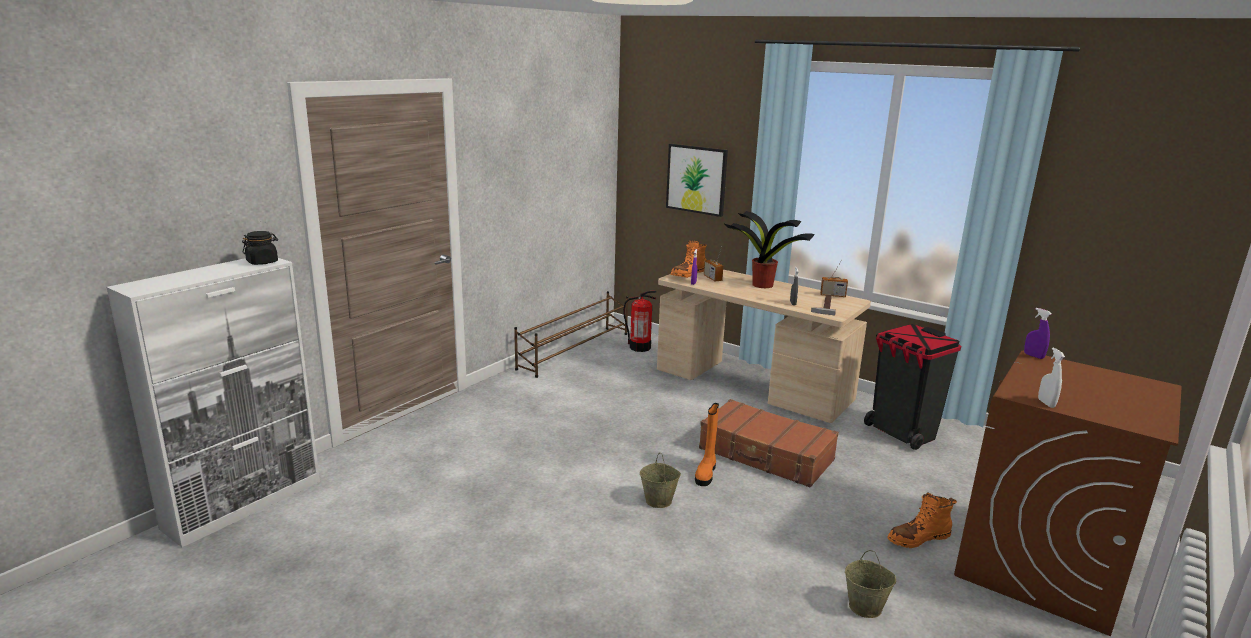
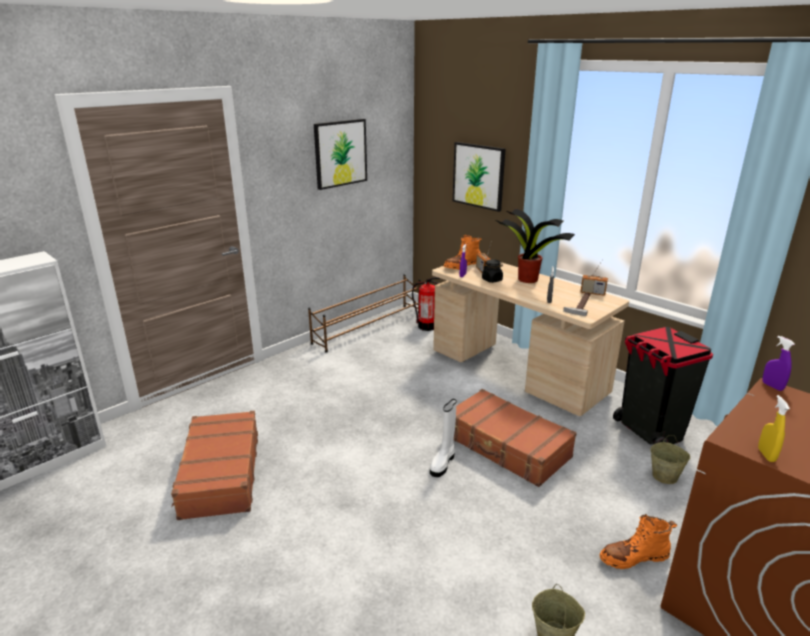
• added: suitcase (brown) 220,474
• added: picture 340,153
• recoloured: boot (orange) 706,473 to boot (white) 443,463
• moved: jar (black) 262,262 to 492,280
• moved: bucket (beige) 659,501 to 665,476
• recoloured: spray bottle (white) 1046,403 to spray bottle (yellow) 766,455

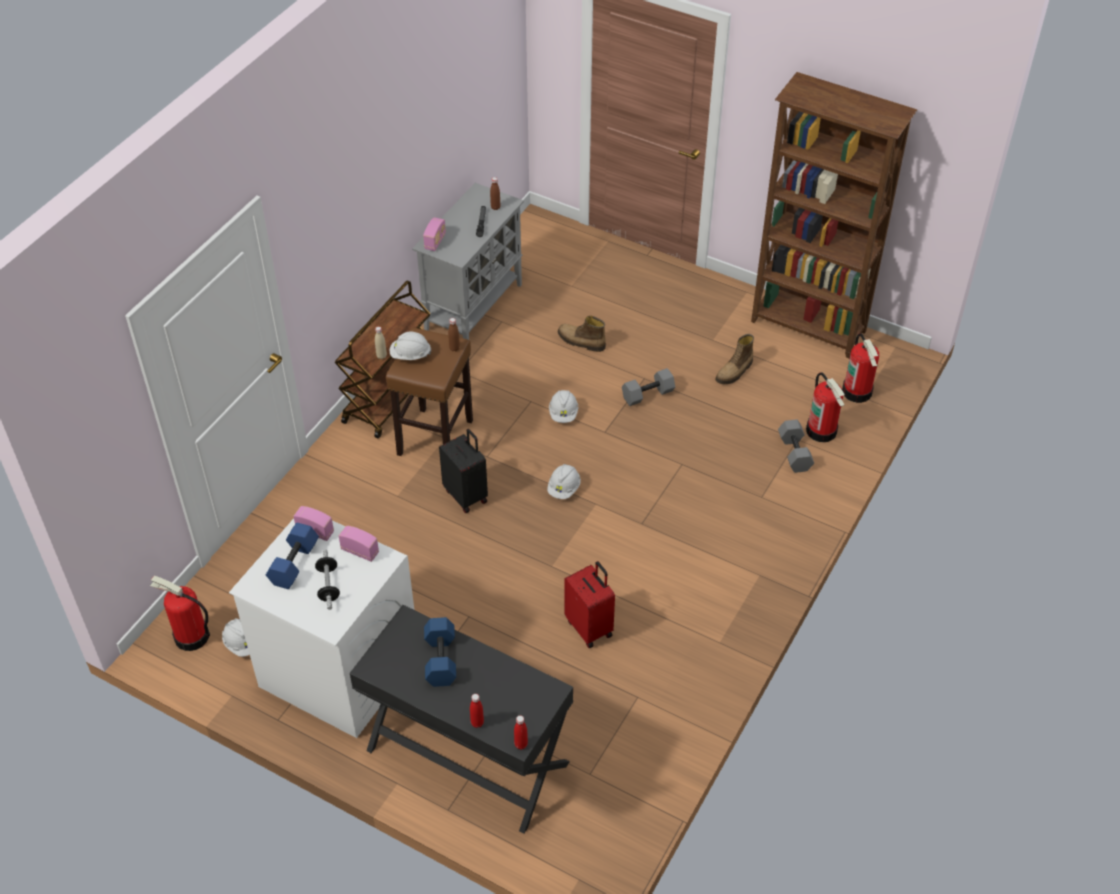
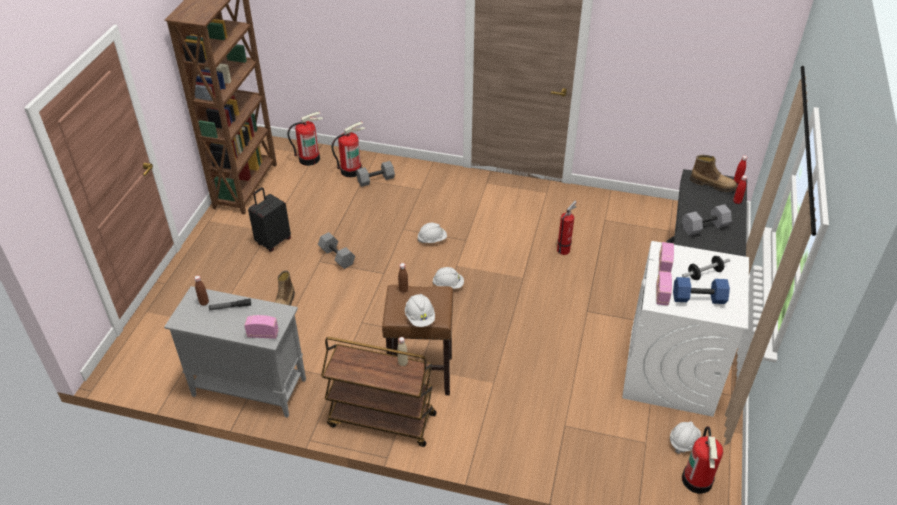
• moved: suitcase (black) 466,495 to 273,241
• moved: hard hat (white) 563,413 to 432,239
• replaced: suitcase (red) 590,627 to fire extinguisher 564,249
• recoloured: dumbbell (blue) 439,659 to dumbbell (grey) 704,227
• moved: boot 735,372 to 712,184

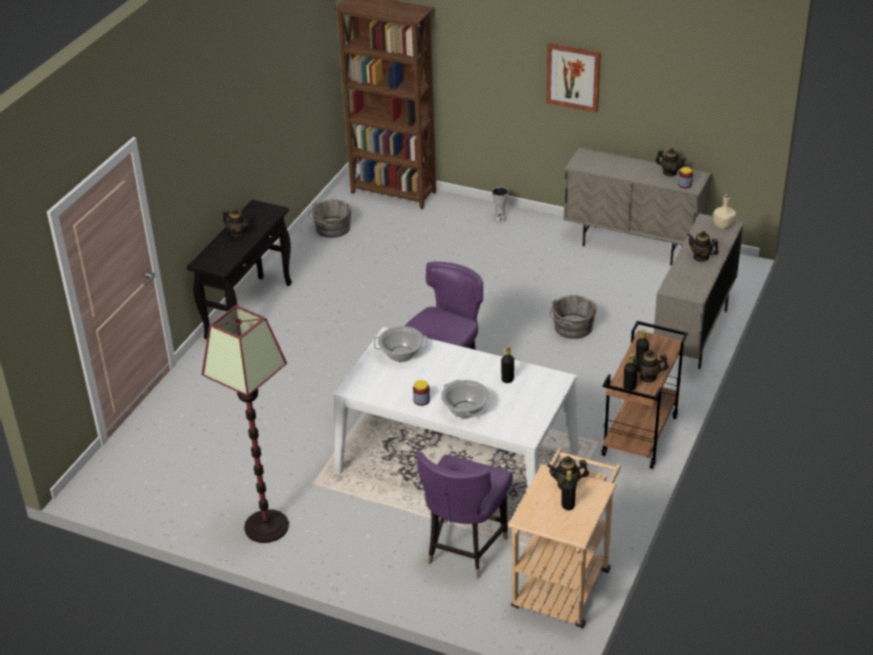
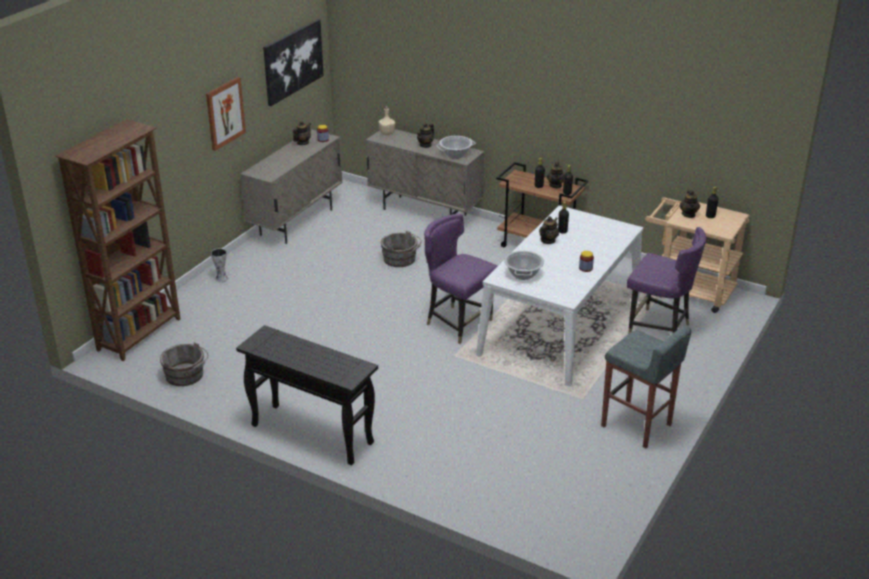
• added: picture 293,61
• moved: cooking pot 465,409 to 455,154
• moved: teapot 238,233 to 548,241
• replaced: floor lamp 266,527 to stool (grey) 636,426

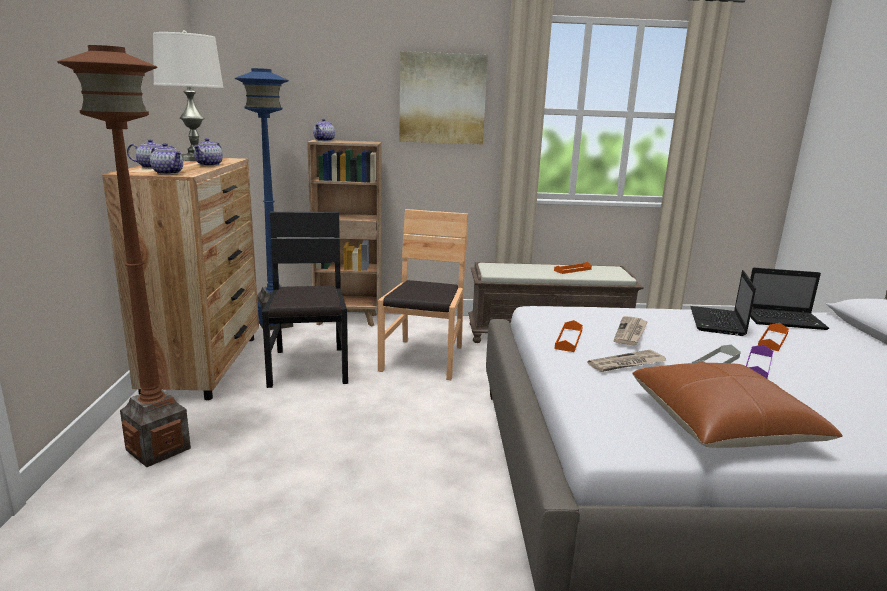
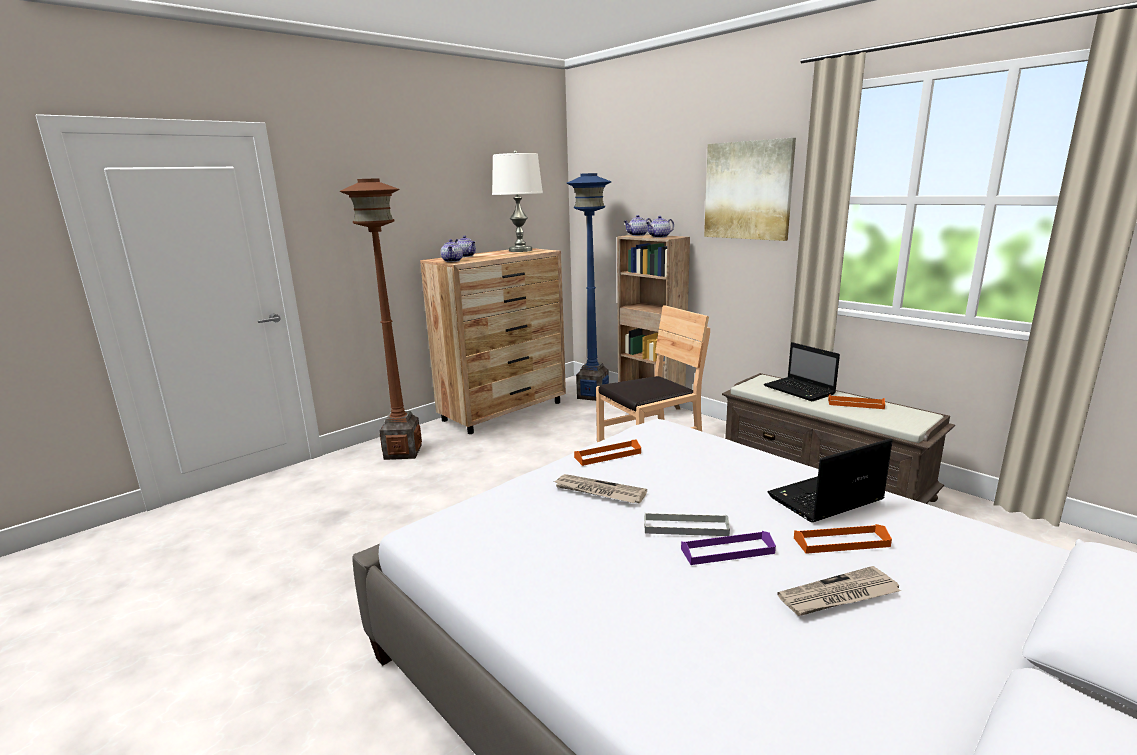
• moved: teapot 209,165 to 659,237
• moved: laptop 785,320 to 800,390
• moved: newspaper 631,333 to 838,596
• removed: chair (black) 309,367
• removed: pillow (brown) 722,424

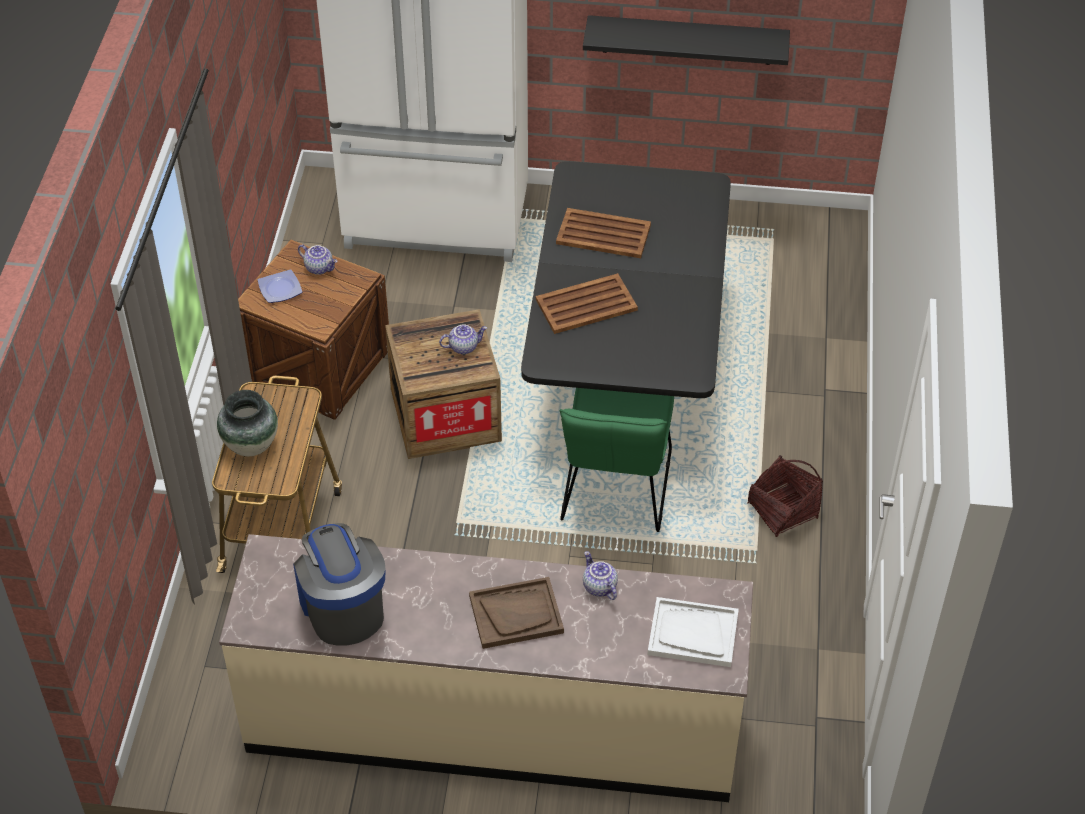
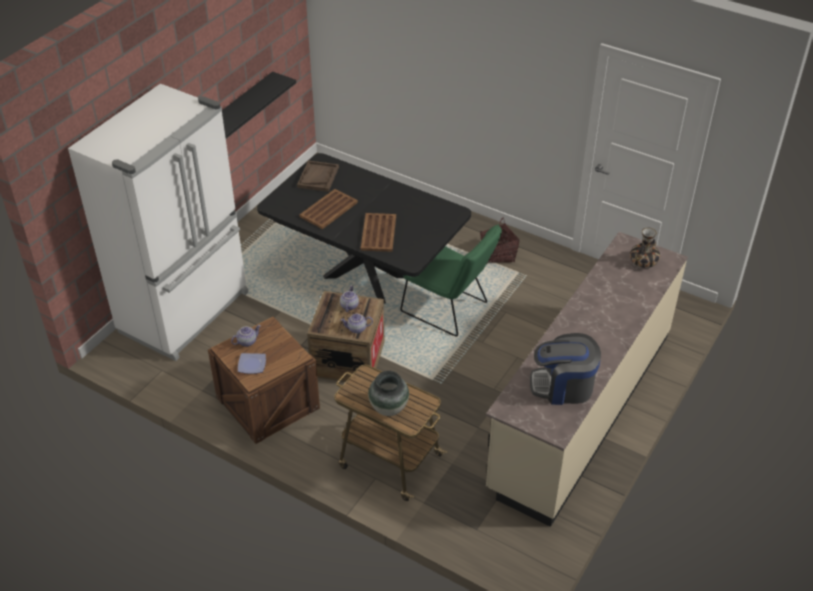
• moved: tray (brown) 516,614 to 318,177
• moved: teapot 598,587 to 357,329
• replaced: tray (white) 692,634 to vase 643,261

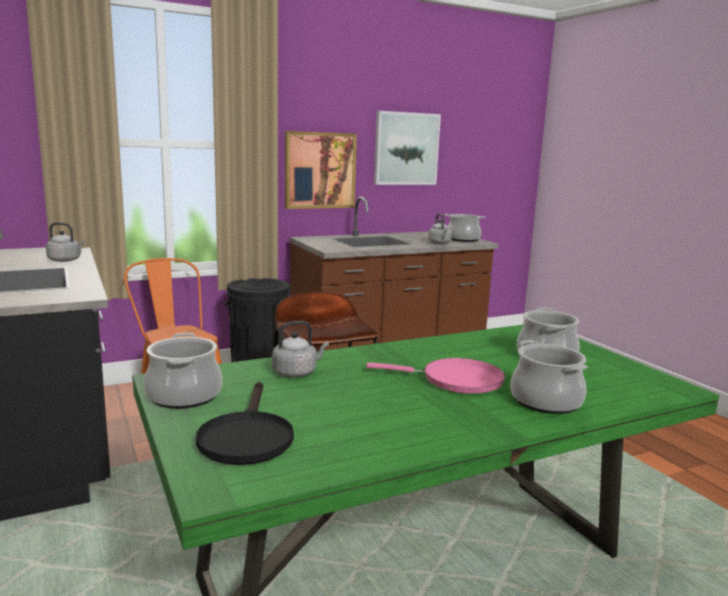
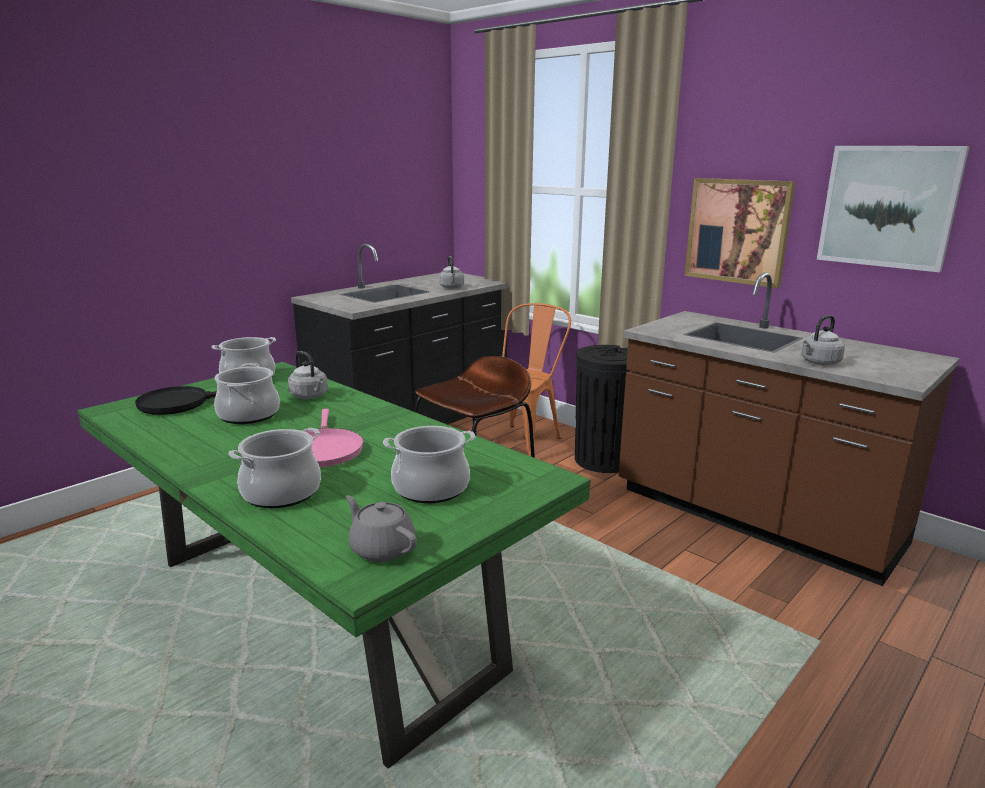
• moved: cooking pot 463,239 to 248,415
• added: teapot (grey) 382,548

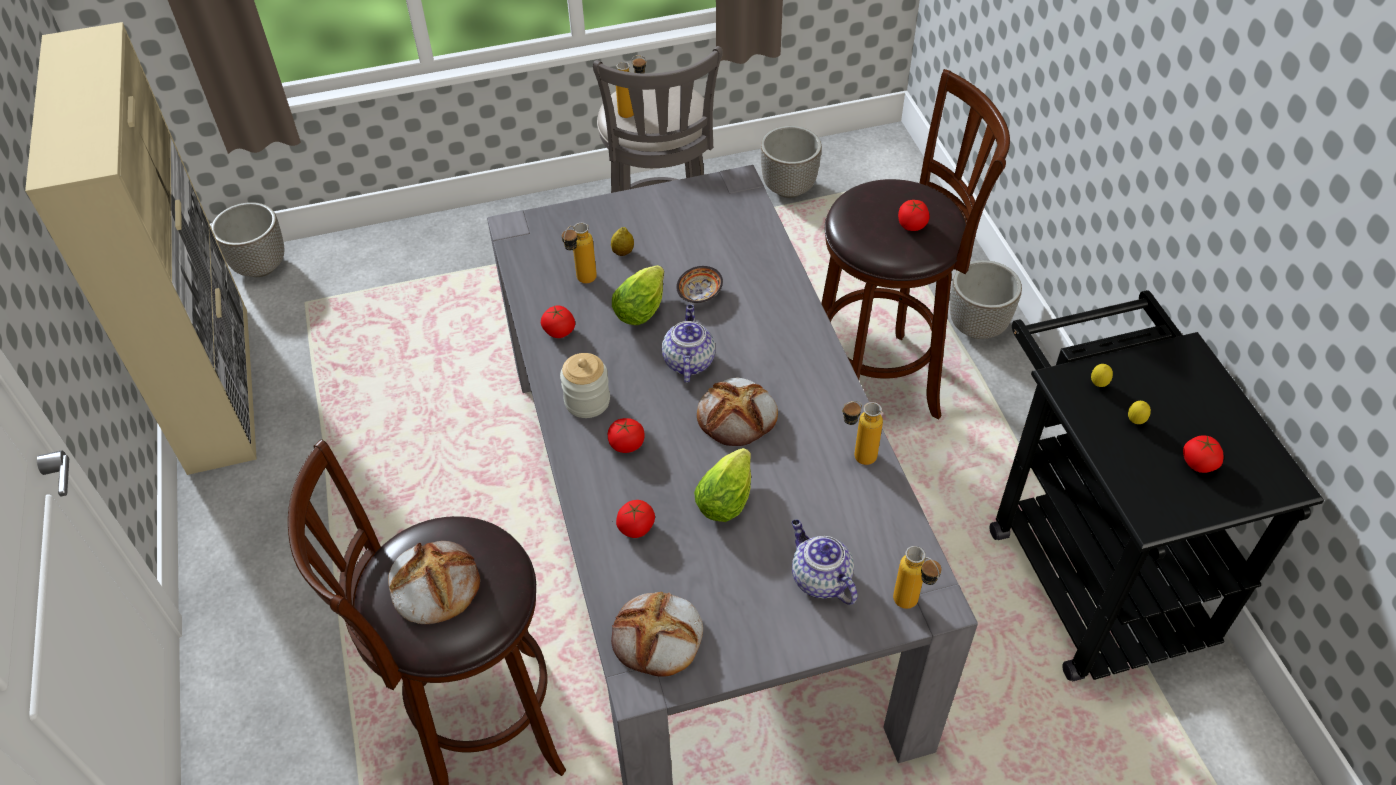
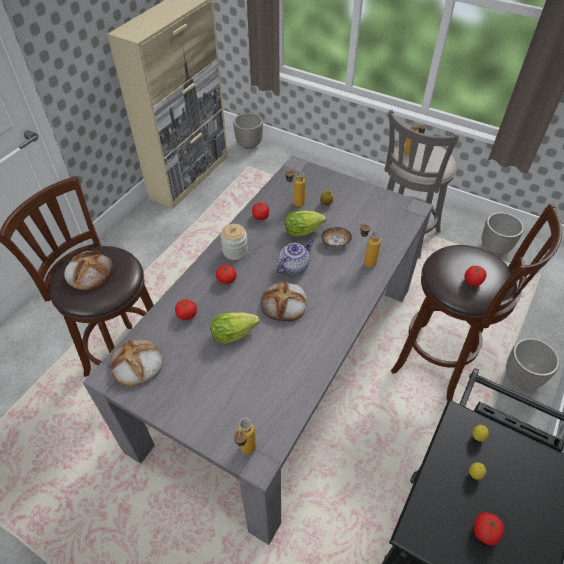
• moved: bottle 856,458 to 365,261
• removed: teapot 819,578

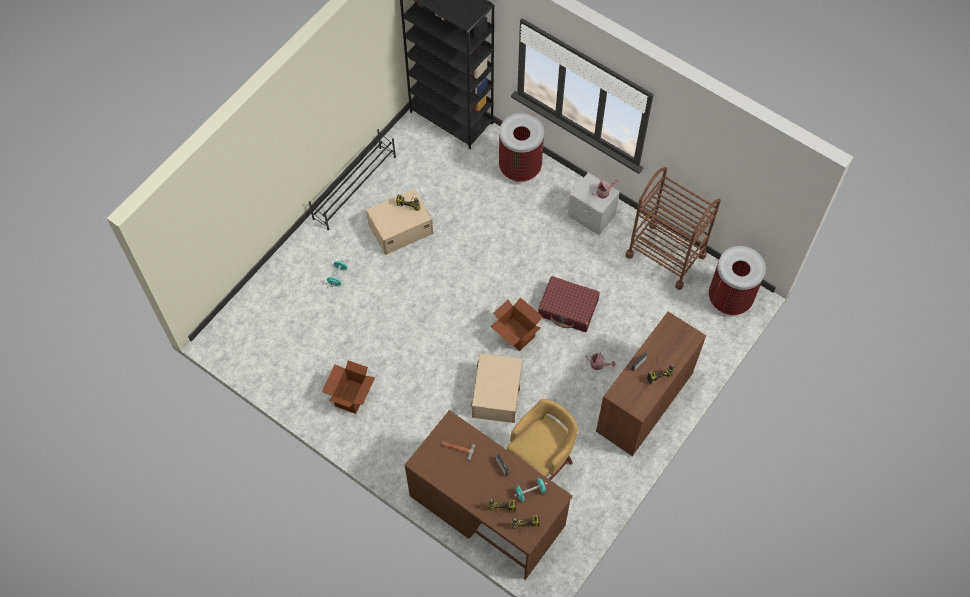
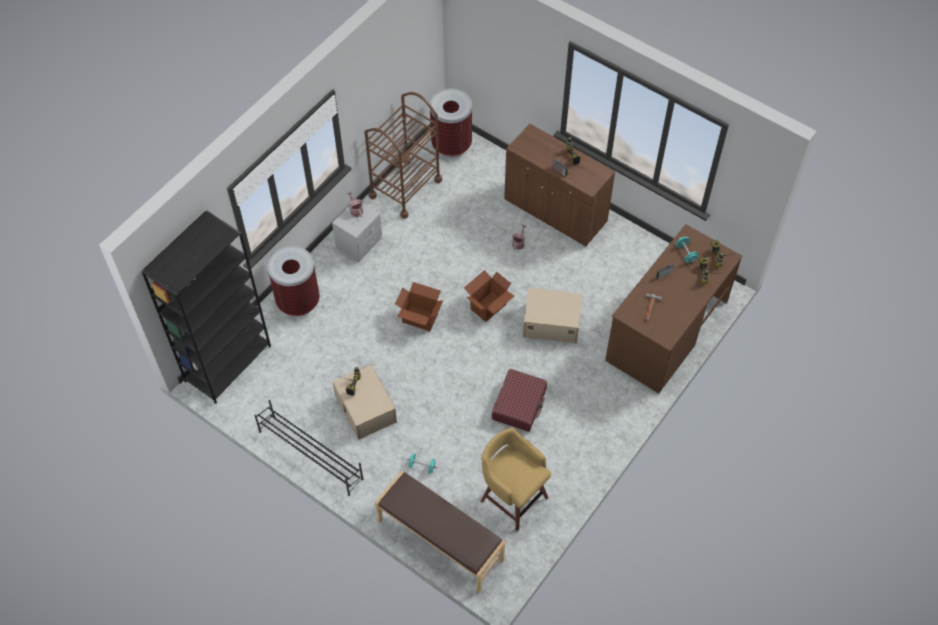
• added: bench (brown) 439,540
• moved: cardboard box 351,396 to 420,318
• moved: stool (yellow) 541,463 to 512,497
• moved: suitcase (red) 568,308 to 519,404

